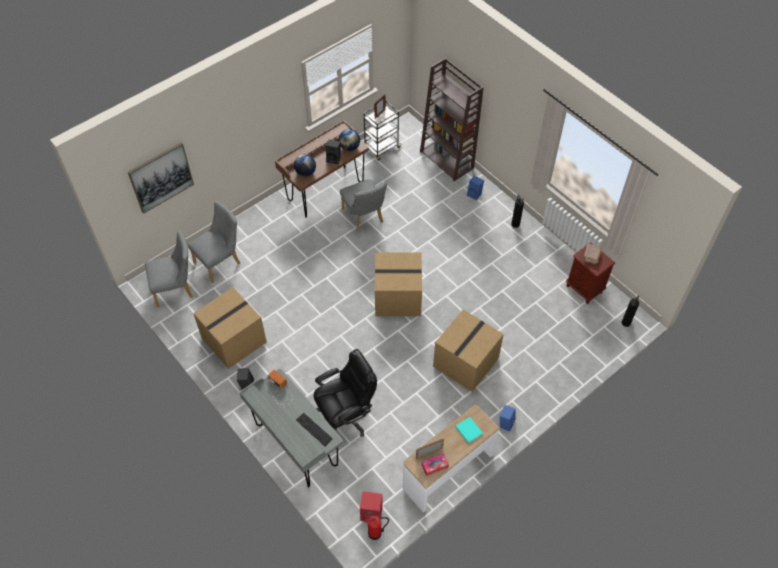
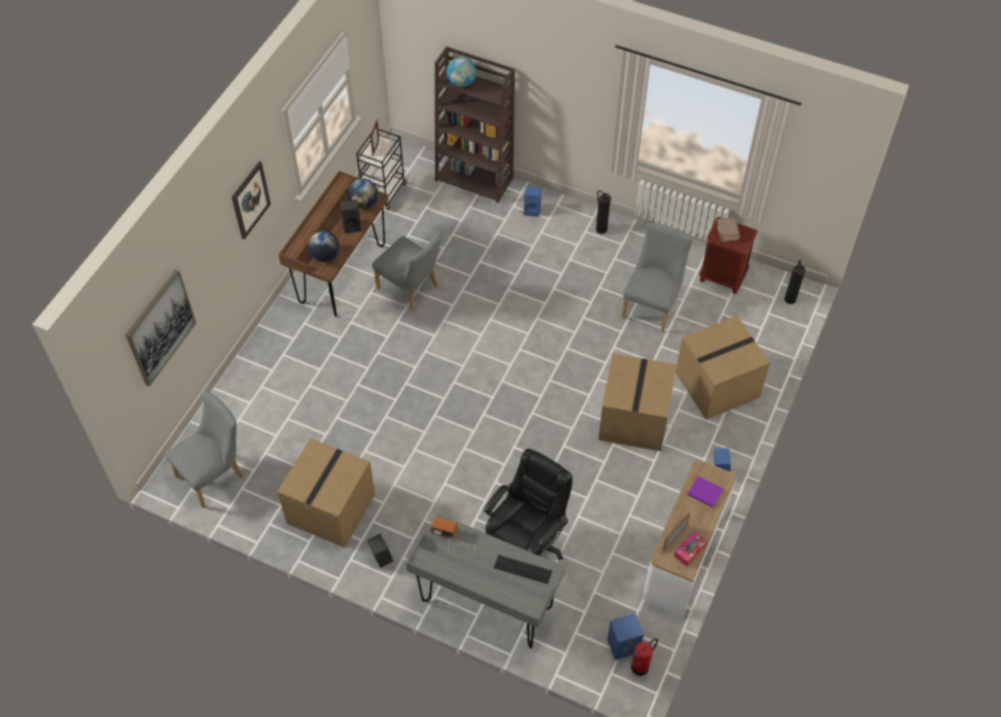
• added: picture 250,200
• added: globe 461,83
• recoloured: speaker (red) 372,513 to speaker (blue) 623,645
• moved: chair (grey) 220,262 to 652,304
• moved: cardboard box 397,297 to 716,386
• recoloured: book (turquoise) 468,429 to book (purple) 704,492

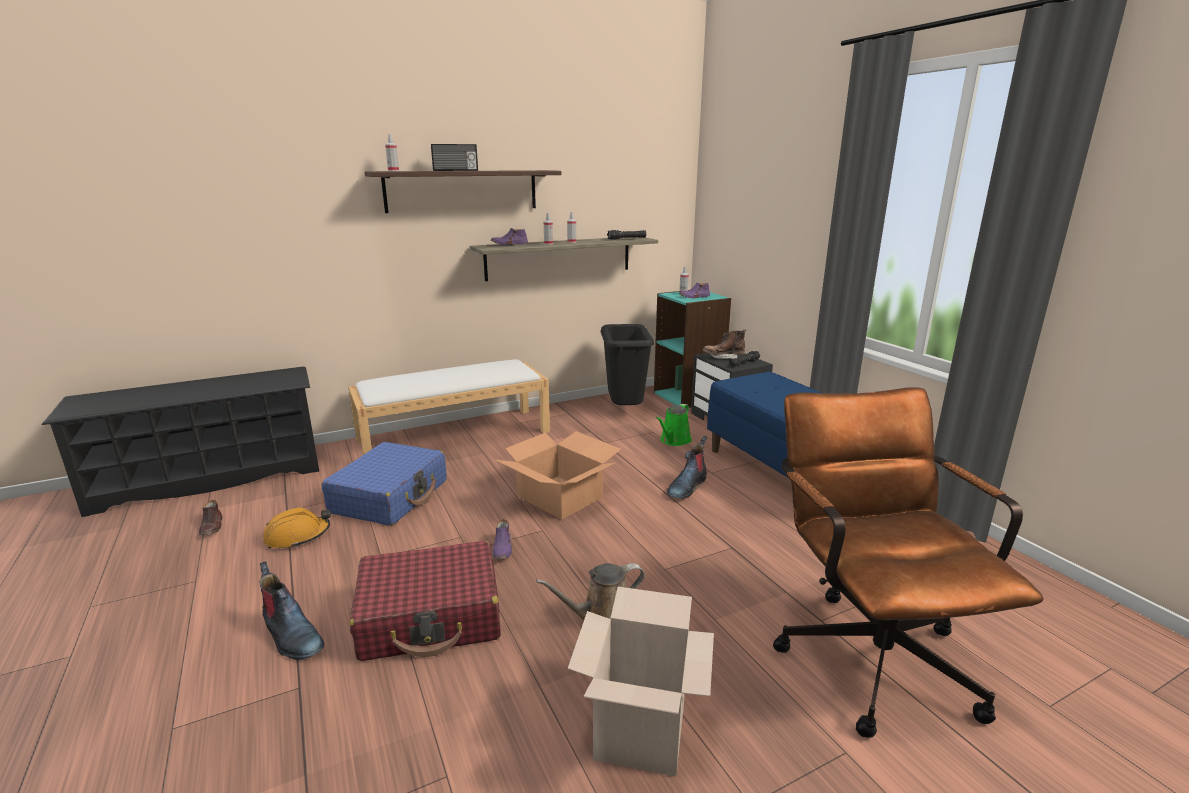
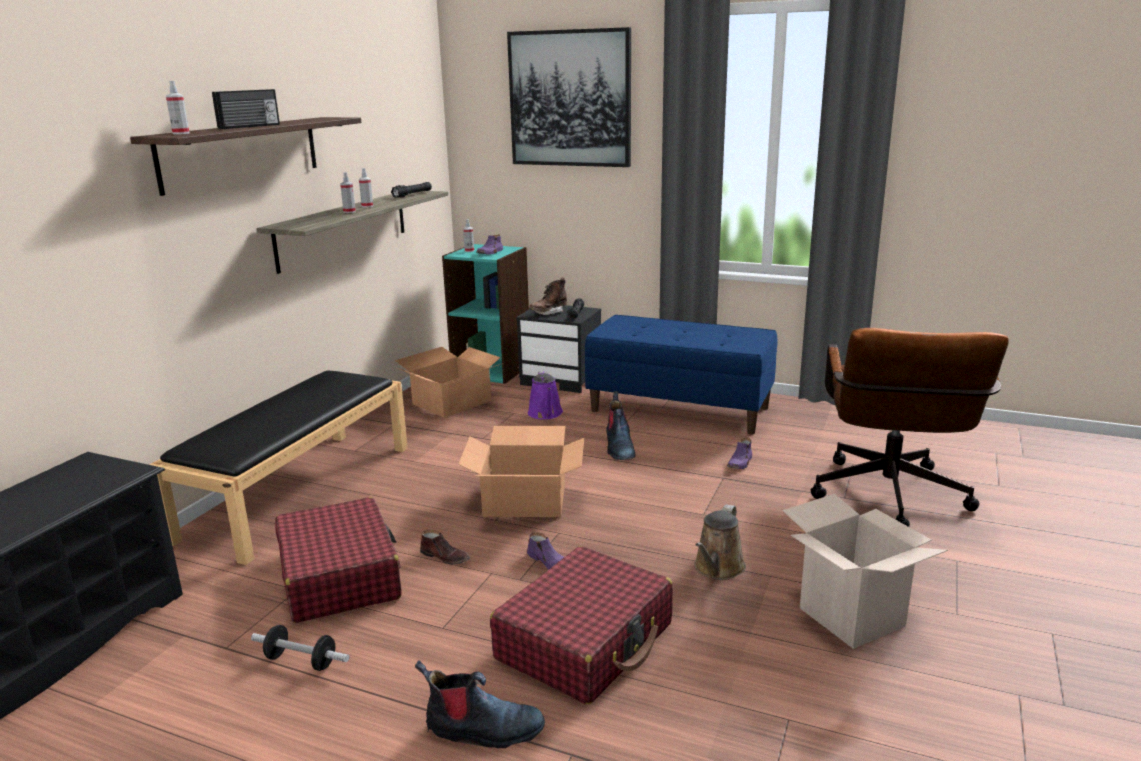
• recoloured: bench (white) 455,435 to bench (black) 299,490
• replaced: hard hat (orange) 298,536 to dumbbell 301,661
• recoloured: suitcase (blue) 390,496 to suitcase (red) 339,576
• replaced: trash can (black) 624,410 to cardboard box 451,402
• moved: shoe (brown) 212,526 to 445,557
• added: picture 570,99
• recoloured: watering can (green) 674,441 to watering can (purple) 545,414
• moved: shoe (purple) 509,244 to 740,463
• turned: office chair (brown) 868,649 = 890,501 120 degrees counterclockwise

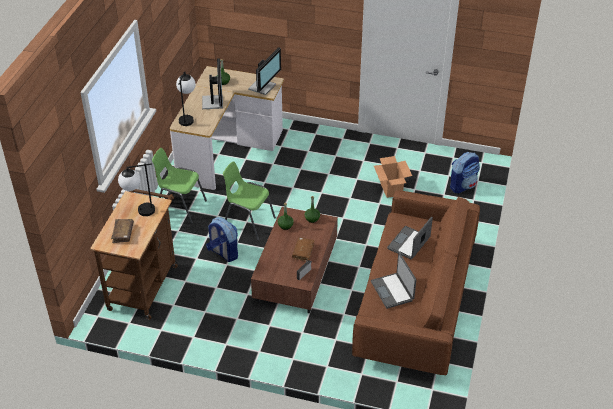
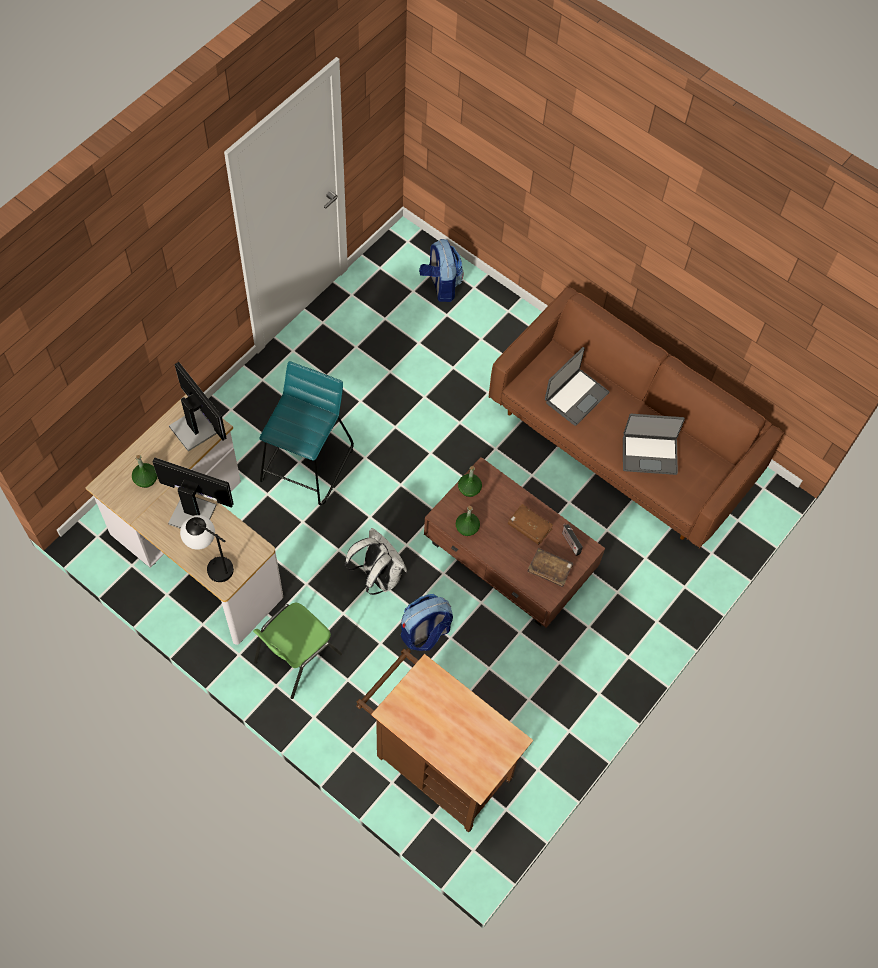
• added: stool (turquoise) 307,464
• replaced: chair (green) 248,222 to backpack (white) 378,576
• moved: book (brown) 123,233 to 550,569
• turned: laptop 409,244 = 575,396 105 degrees counterclockwise
• removed: table lamp 139,211
• removed: cardboard box 391,189

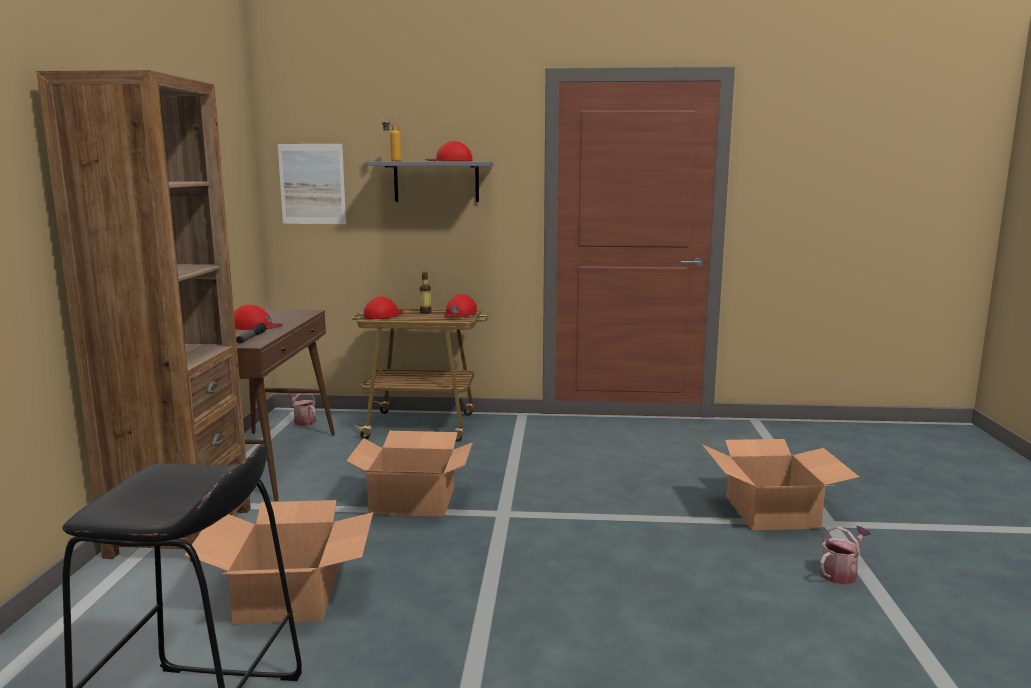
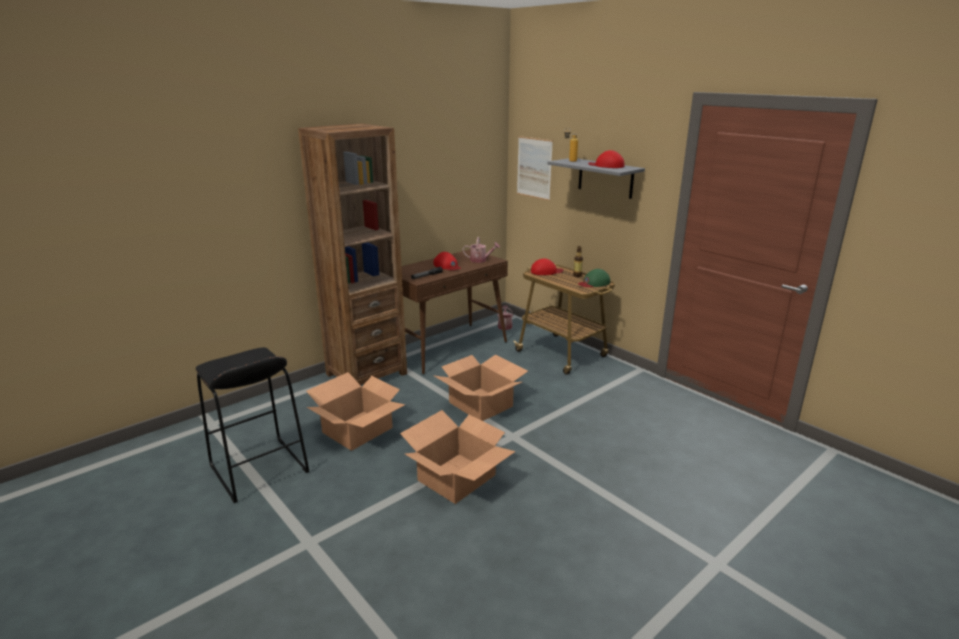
• moved: cardboard box 772,512 to 457,478
• moved: watering can 841,573 to 480,260
• recoloured: cap (red) 459,313 to cap (green) 594,283

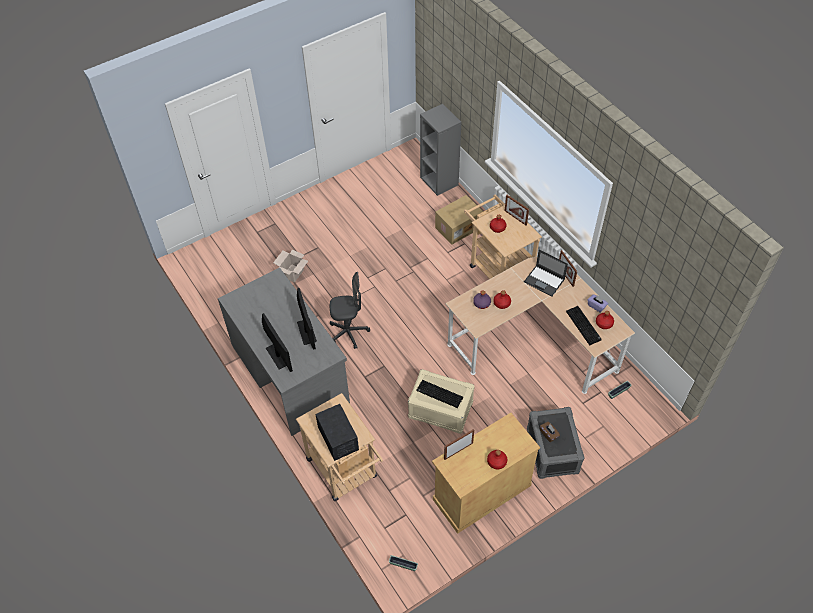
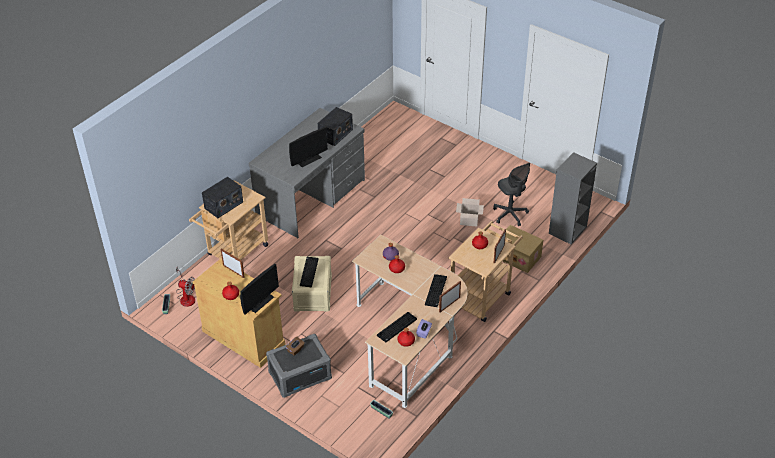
• added: fan 186,297
• moved: monitor 278,355 to 260,302
• added: radio 335,134
• replaced: laptop 544,281 to keyboard 436,291
• moved: cardboard box 292,274 to 468,221
• moved: office chair (grey) 348,332 to 510,214

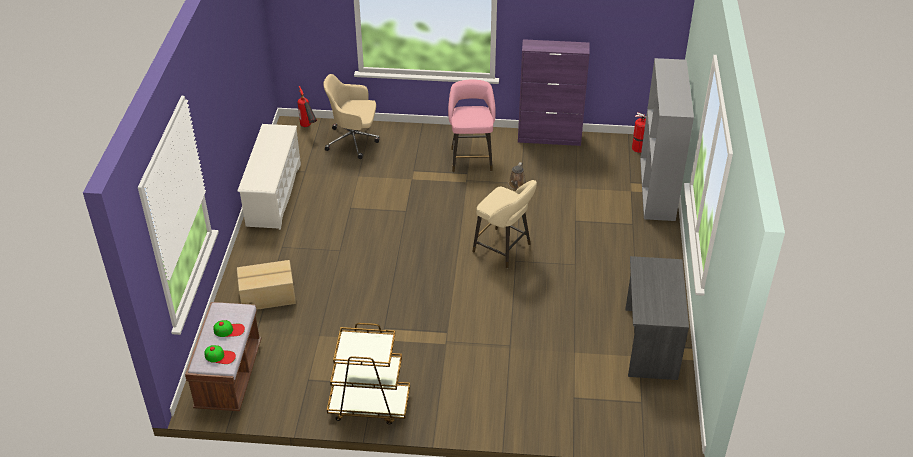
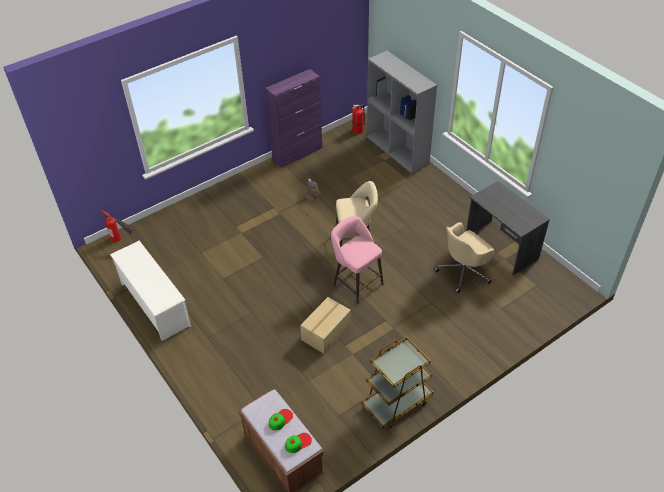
• moved: cardboard box 267,295 to 325,332
• moved: stool (pink) 471,158 to 356,283
• moved: office chair (beige) 354,141 to 463,272

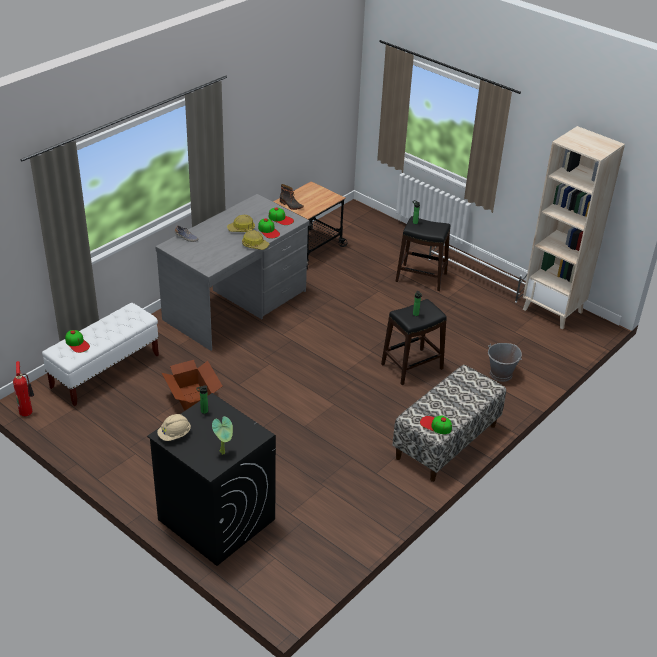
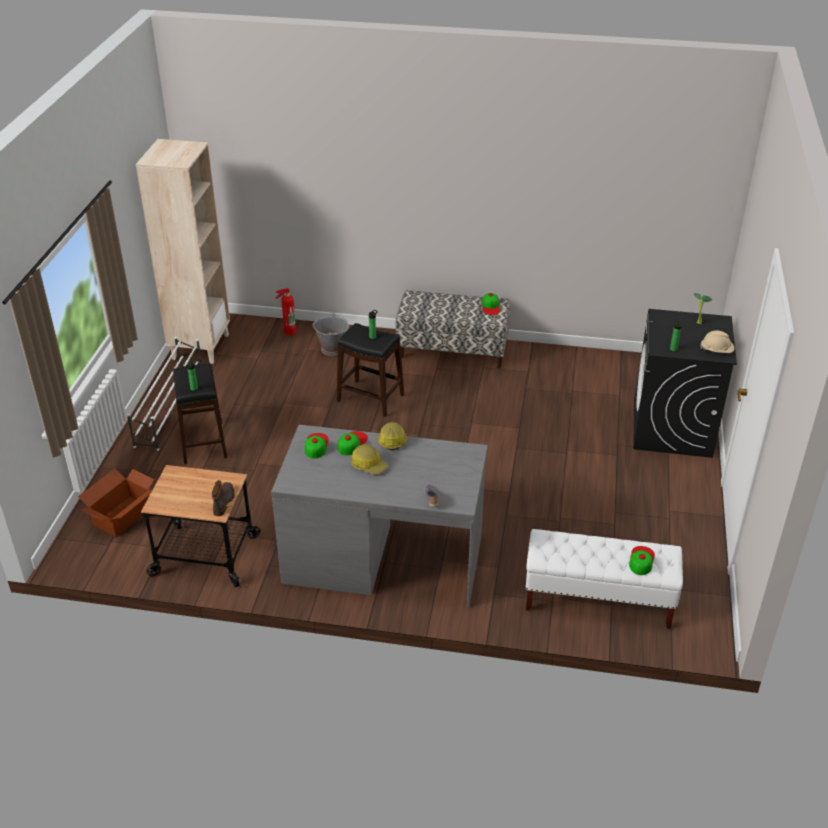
• moved: cardboard box 193,399 to 122,516
• moved: fire extinguisher 27,411 to 288,331

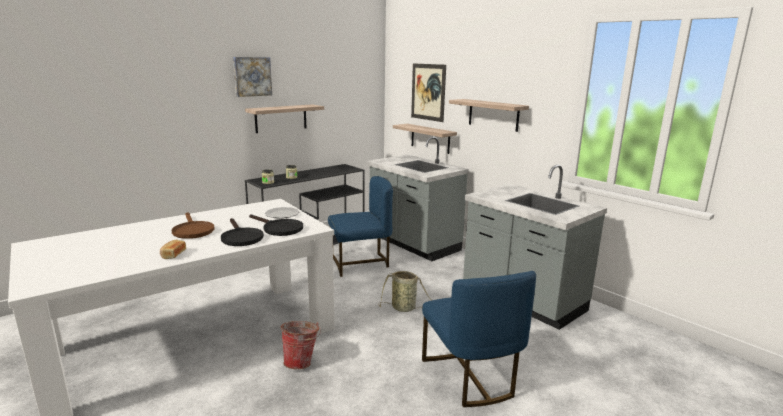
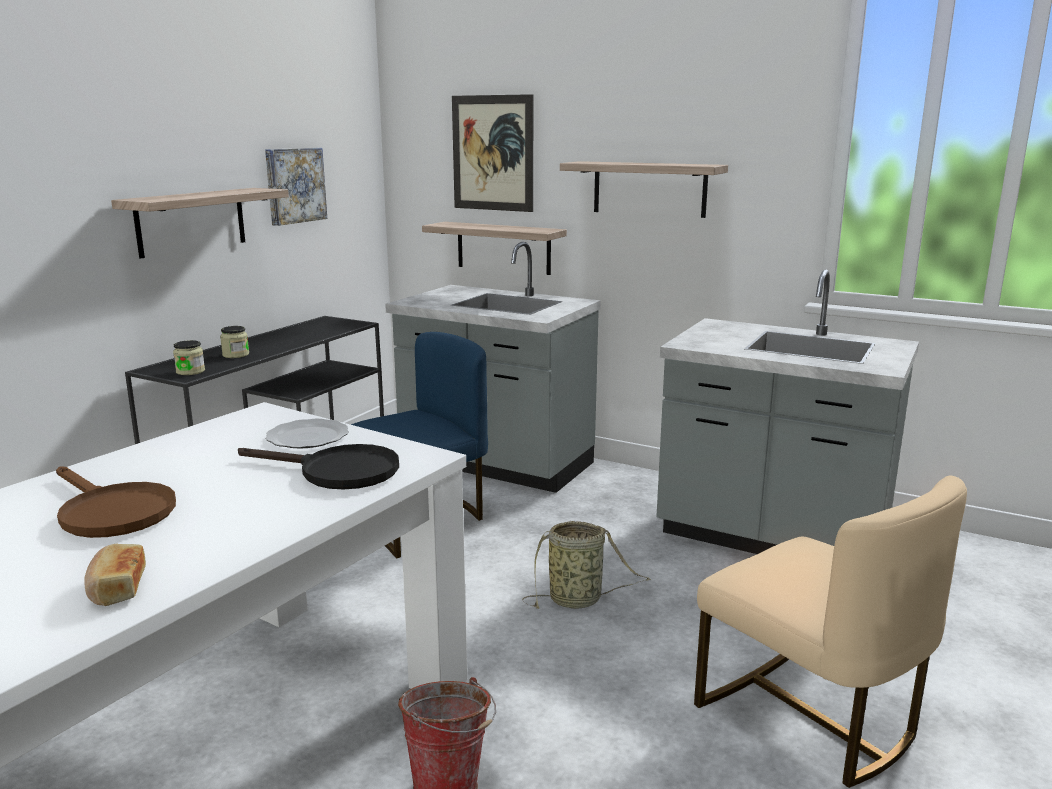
• moved: picture 252,76 to 294,185
• recoloured: chair (blue) 471,377 to chair (beige) 810,716
• removed: frying pan (black) 240,237

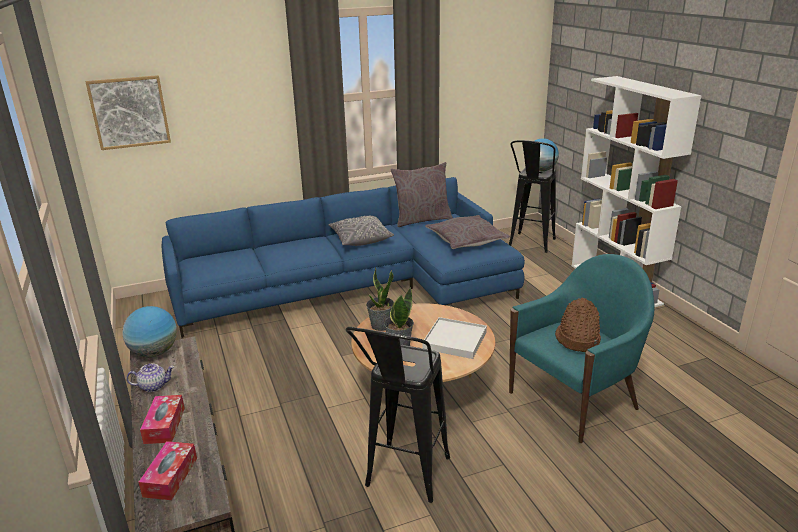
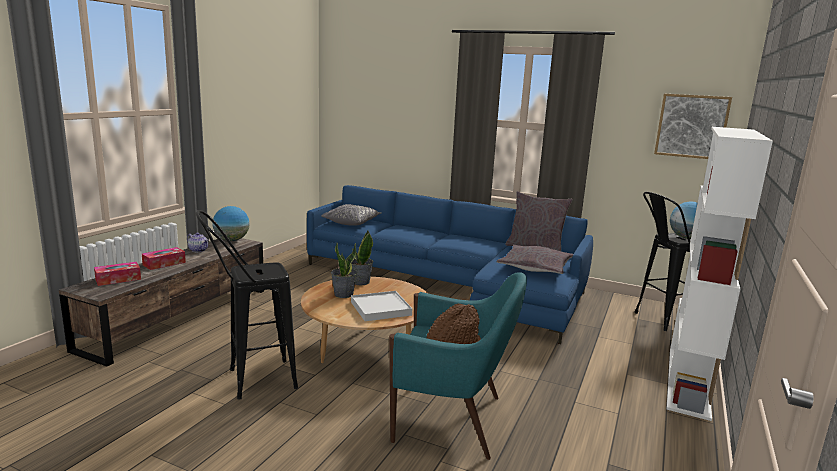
• moved: pillow (grey) 360,239 to 351,222
• moved: picture 129,112 to 691,126

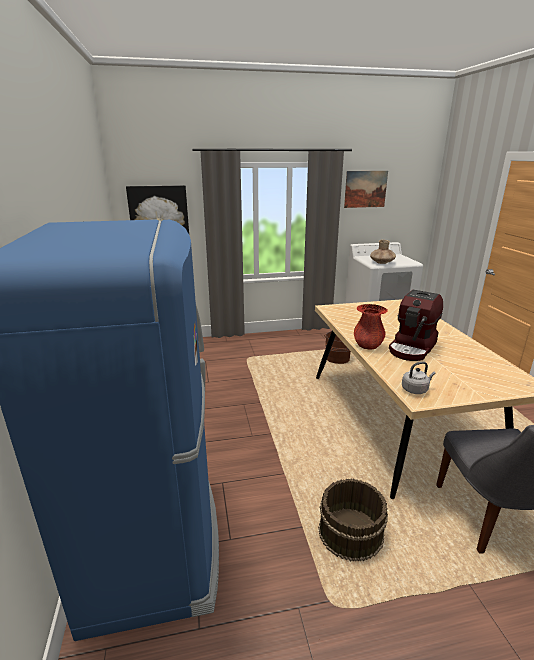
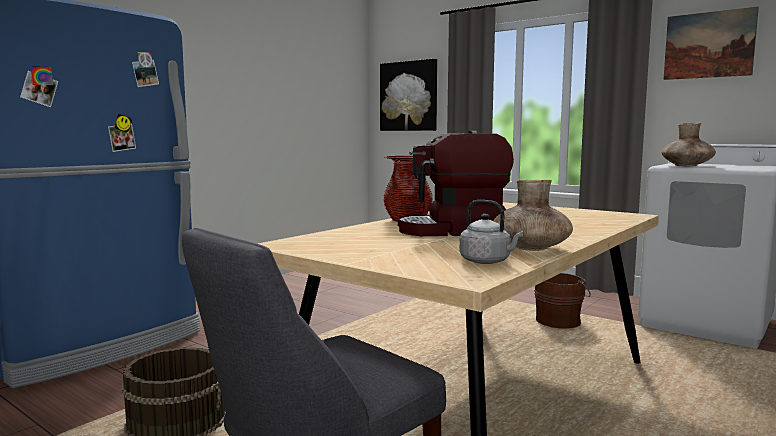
• moved: kettle (grey) 415,389 to 487,261
• added: vase (brown) 530,248

